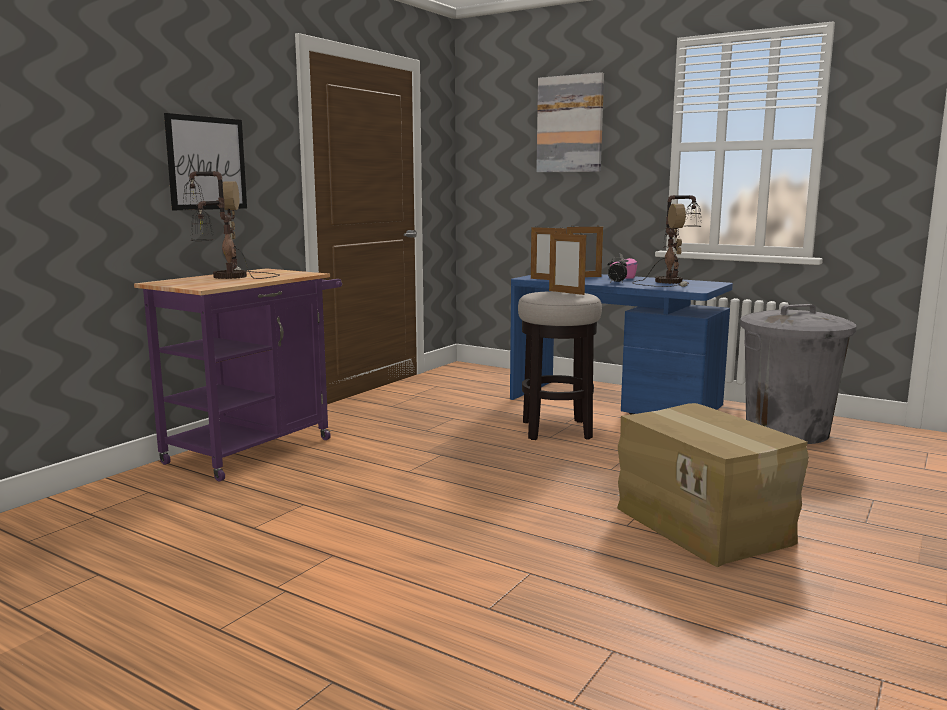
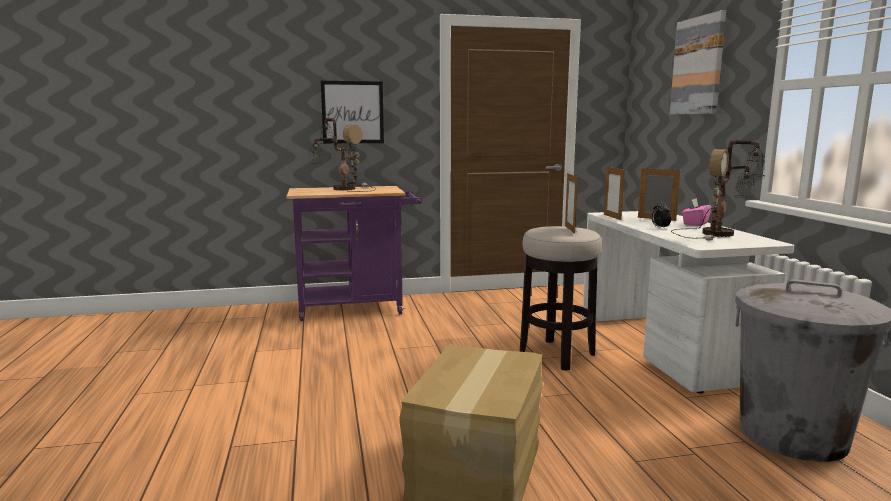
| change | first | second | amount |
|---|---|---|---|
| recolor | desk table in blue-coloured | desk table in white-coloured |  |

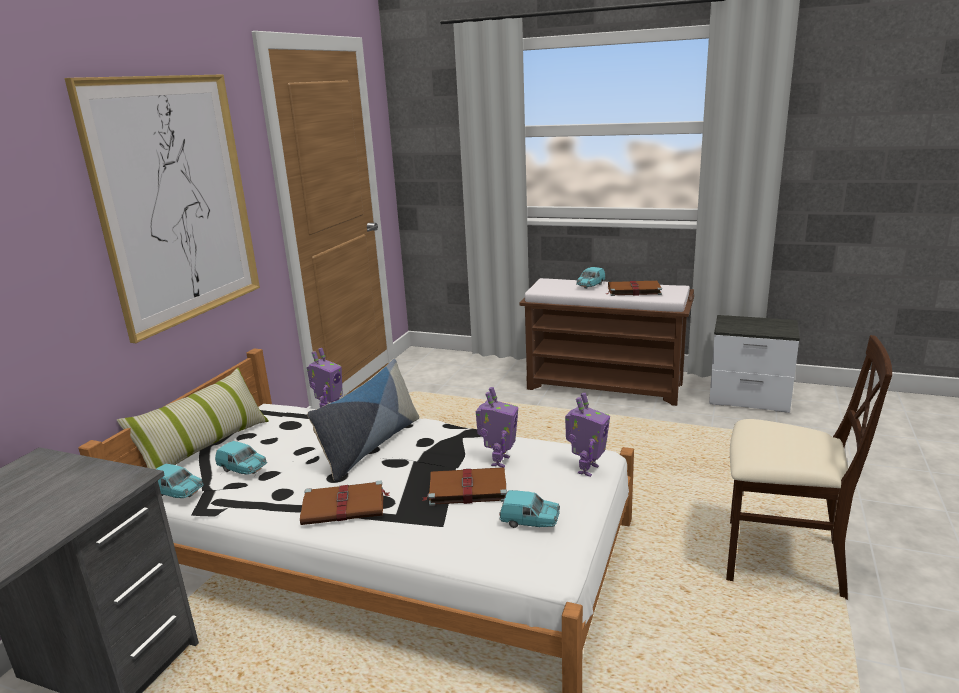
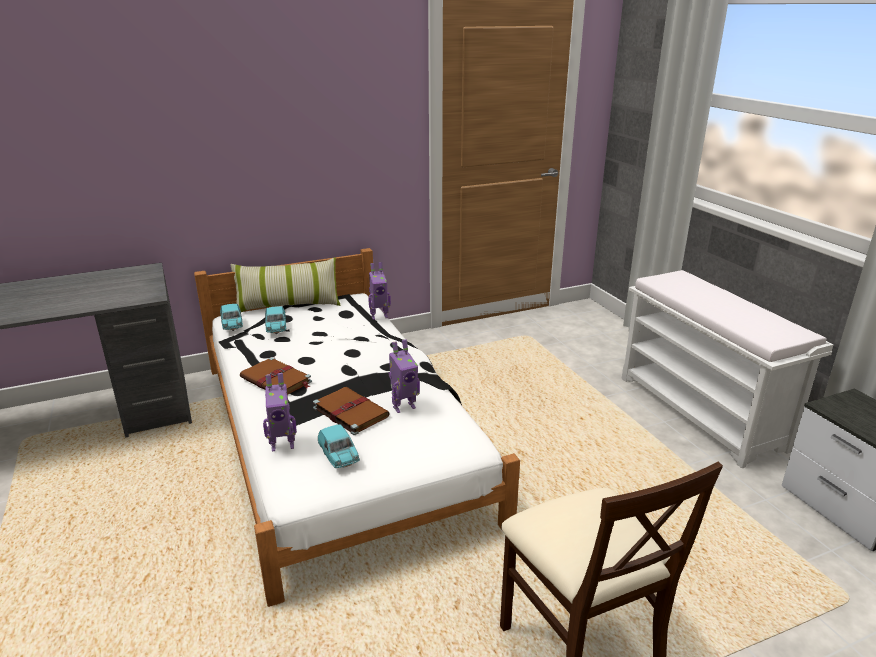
| change | first | second | amount |
|---|---|---|---|
| move | toy robot (3rd from left in the first image) | toy robot (1st from left) |  |
| recolor | long seat in brownish | long seat in white-coloured |  |
| delete | picture |  |  |
| delete | pillow (2nd from left) |  |  |
| delete | miniature car in turquoise (4th from left) |  |  |
| delete | bound book in brownish (3rd from left) |  |  |

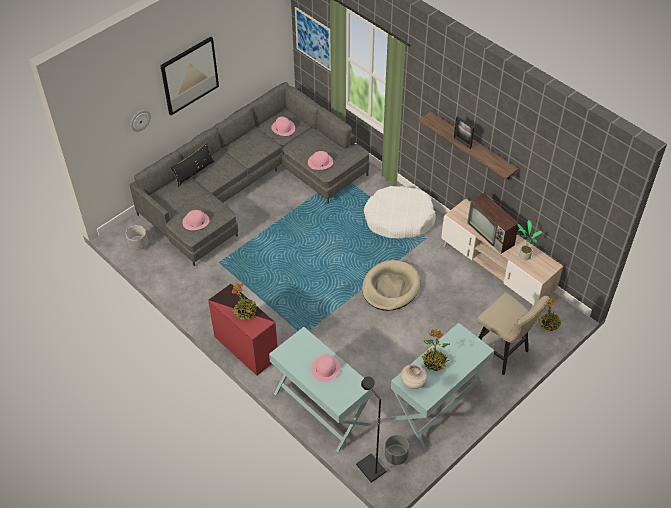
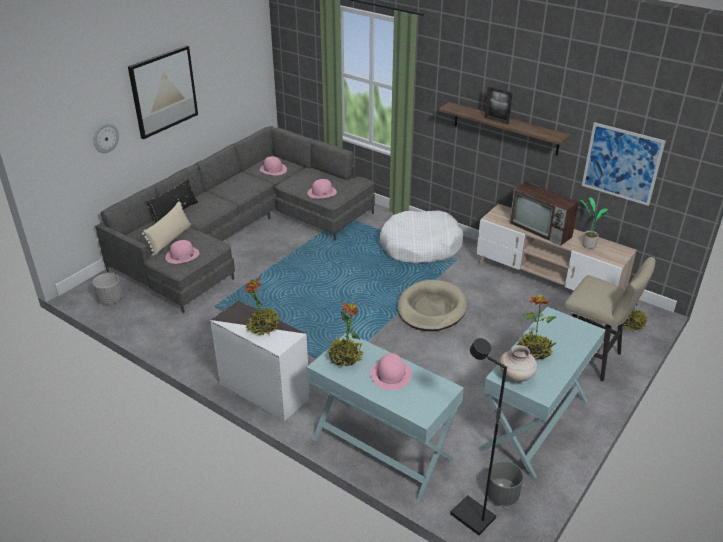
| change | first | second | amount |
|---|---|---|---|
| insert |  | pillow in beige-coloured |  |
| recolor | chest of drawers in red | chest of drawers in white-coloured |  |
| insert |  | potted plant (2nd from left) |  |
| move | picture (2nd from left) |  |  |

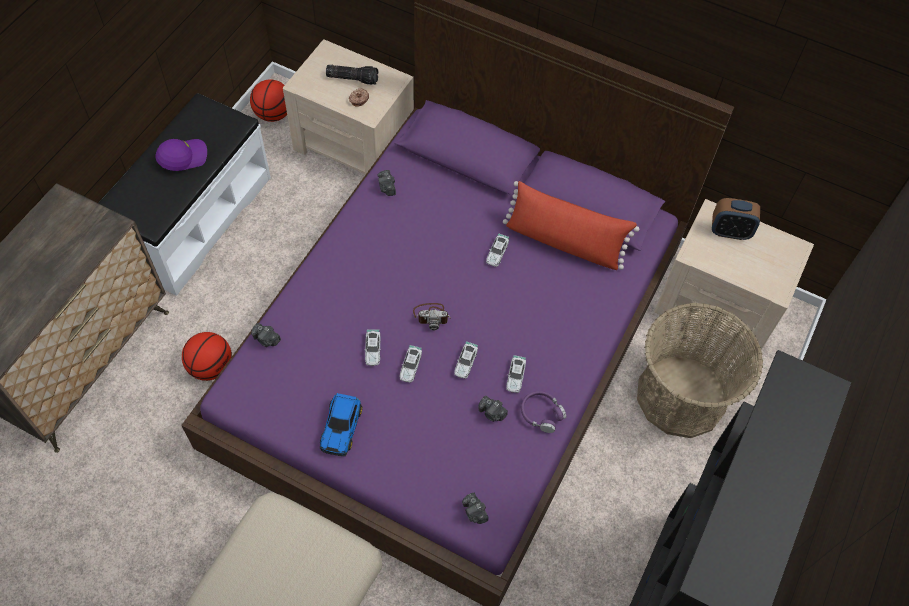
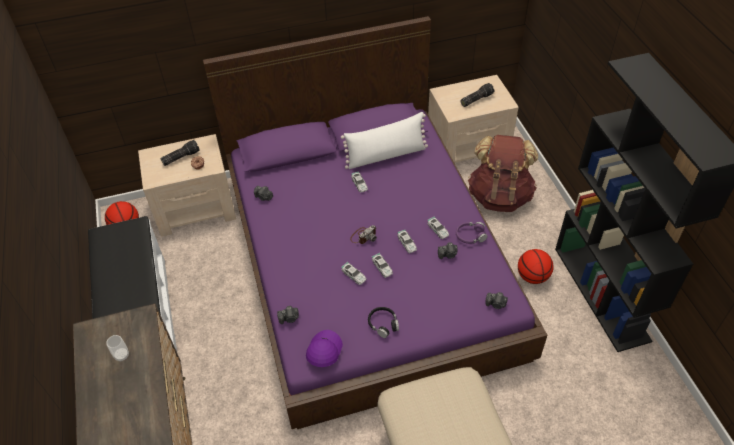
| change | first | second | amount |
|---|---|---|---|
| insert |  | drinking cup |  |
| move | cap in purplish |  |  |
| recolor | pillow in red | pillow in white-coloured |  |
| replace | miniature car (1st from left) | headphones in black-coloured |  |
| insert |  | torch (2nd from left) |  |
| replace | basket | backpack in brownish |  |
| move | basketball (1st from left in the first image) | basketball (2nd from left) |  |
| delete | bedside clock |  |  |

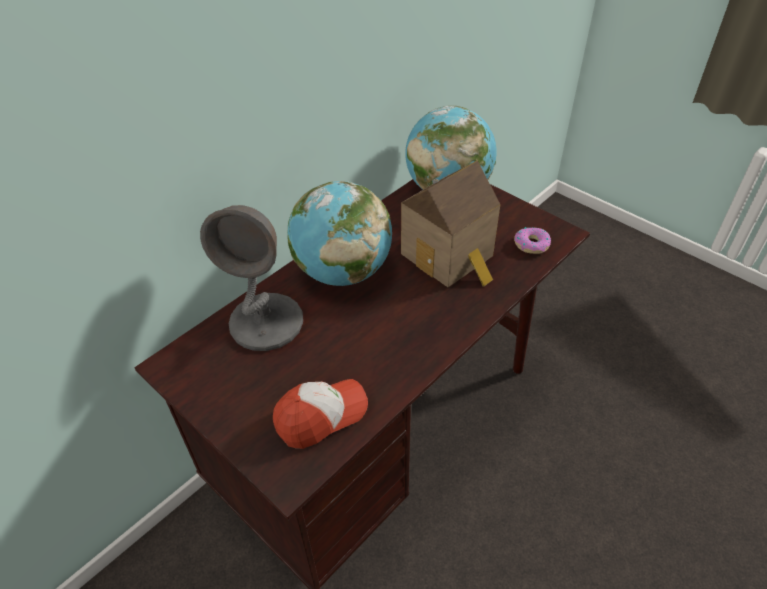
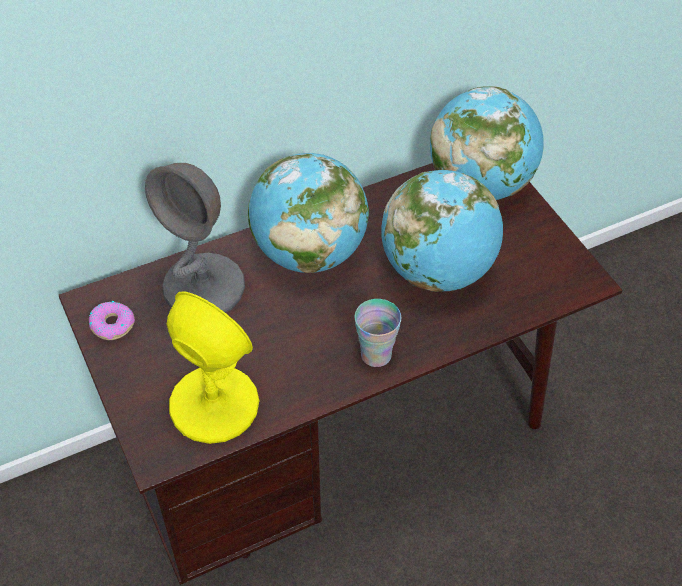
| change | first | second | amount |
|---|---|---|---|
| move | donut |  |  |
| replace | cap | tabletop lamp in yellow |  |
| insert |  | drinking cup |  |
| replace | toy house | desk globe (2nd from left) |  |

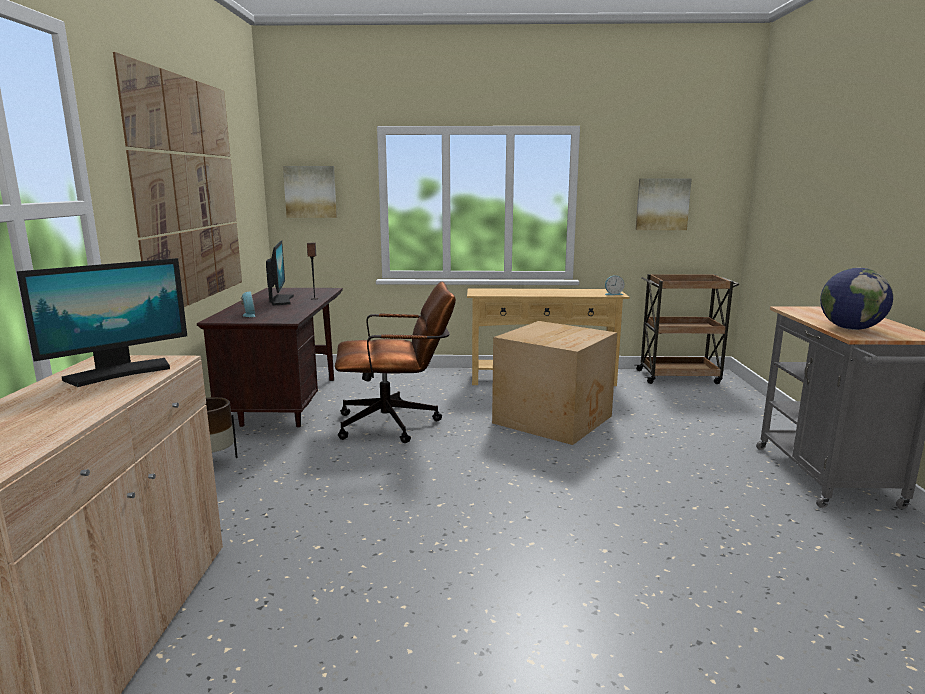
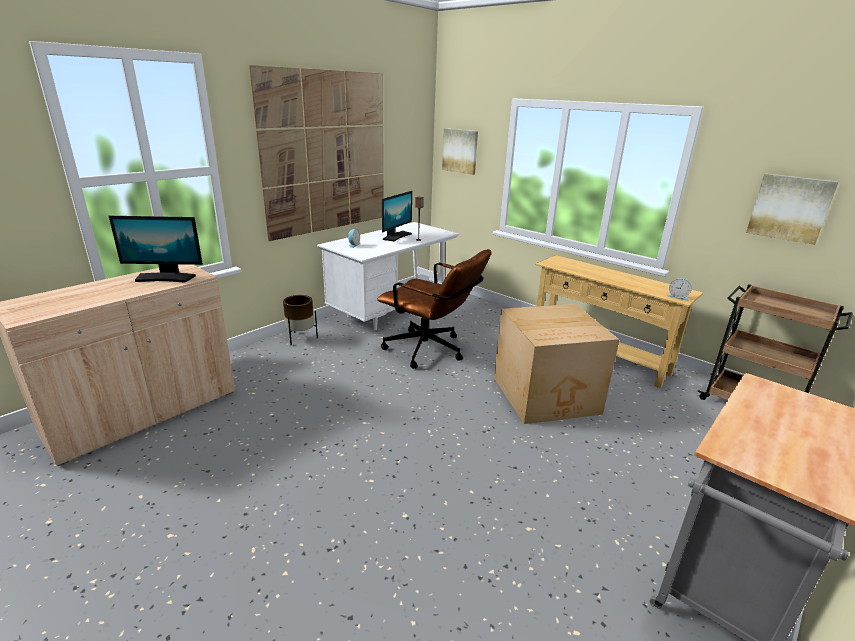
| change | first | second | amount |
|---|---|---|---|
| recolor | desk table in brownish | desk table in white-coloured |  |
| delete | desk globe |  |  |

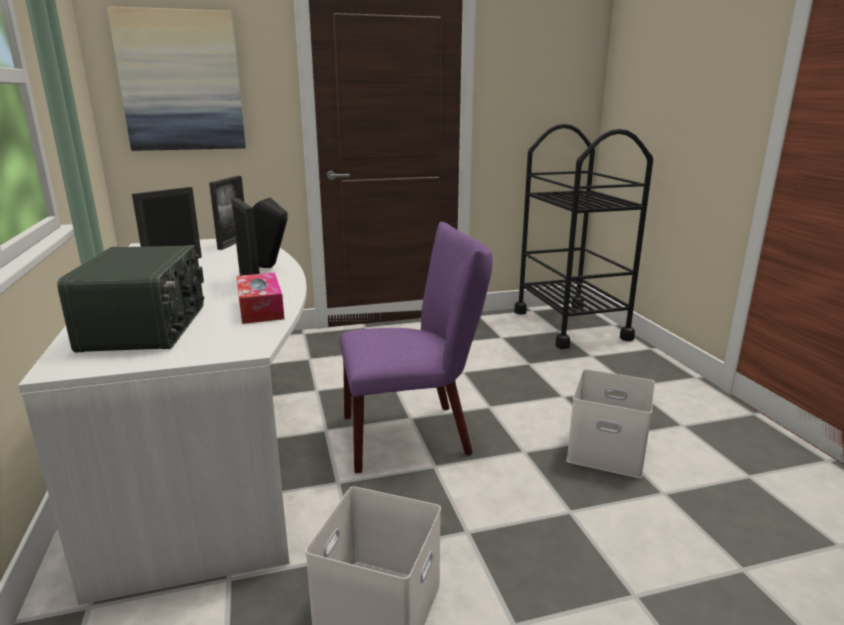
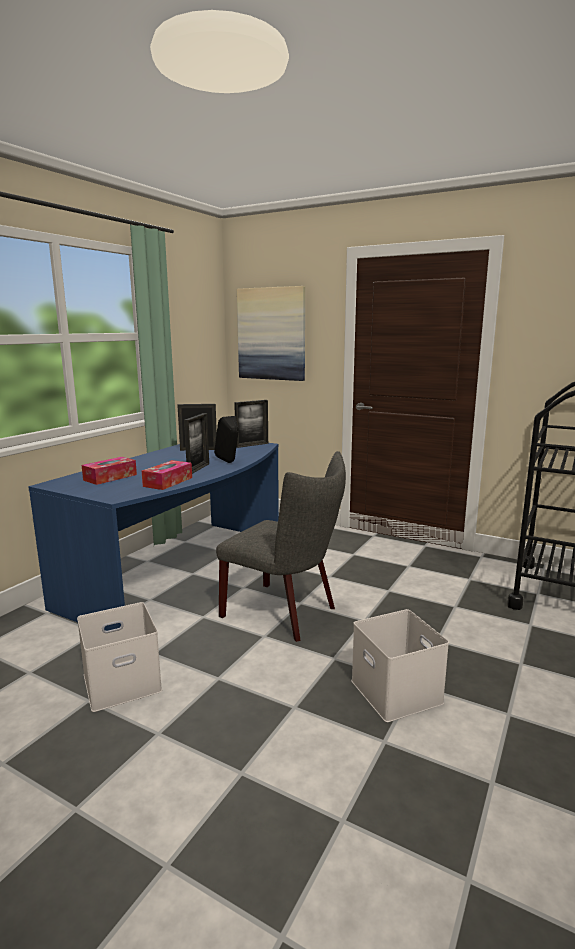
| change | first | second | amount |
|---|---|---|---|
| recolor | desk table in white-coloured | desk table in blue-coloured |  |
| replace | radio | tissue box (1st from left) |  |
| recolor | upright chair in purplish | upright chair in gray |  |

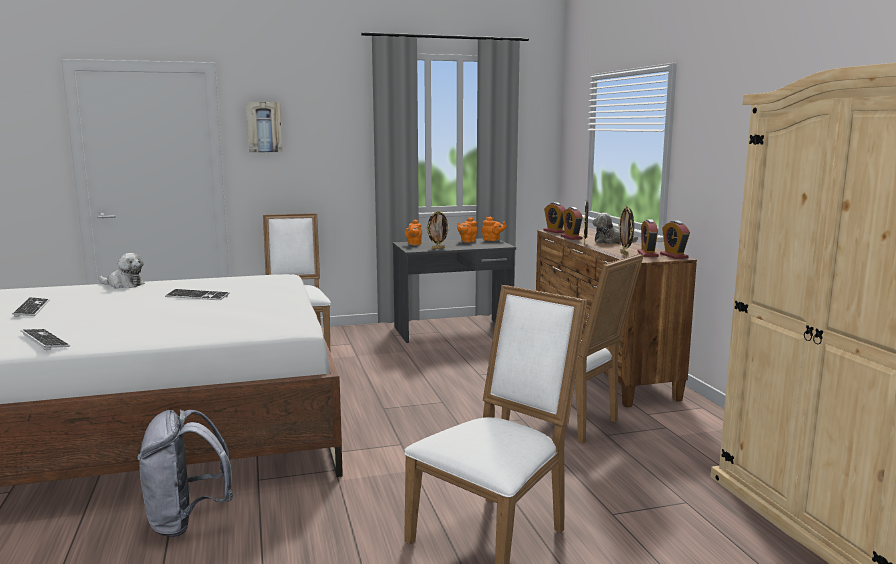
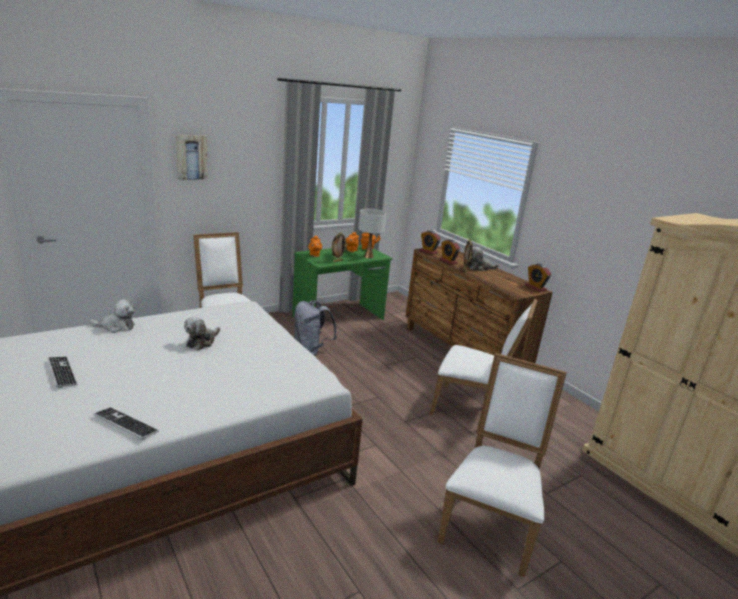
| change | first | second | amount |
|---|---|---|---|
| replace | PC keyboard (3rd from left) | soft toy (2nd from left) |  |
| recolor | desk table in gray | desk table in green-coloured |  |
| move | backpack in gray |  |  |
| insert |  | tabletop lamp in white-coloured |  |
| delete | standing frame (3rd from left) |  |  |
| delete | bedside clock (3rd from left) |  |  |

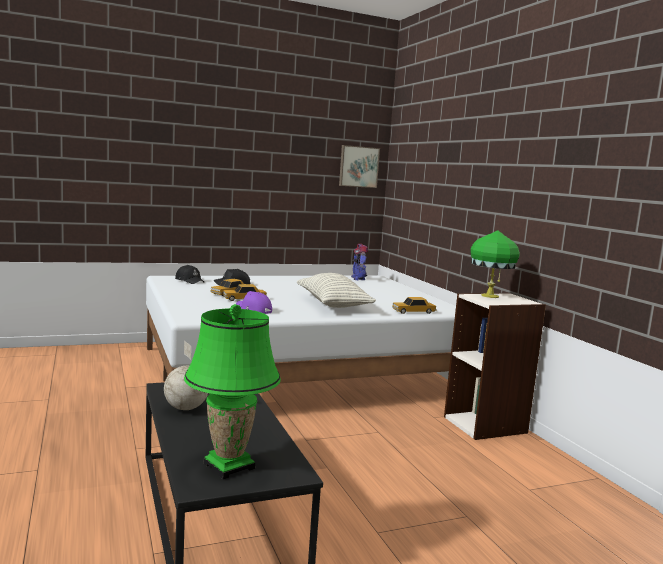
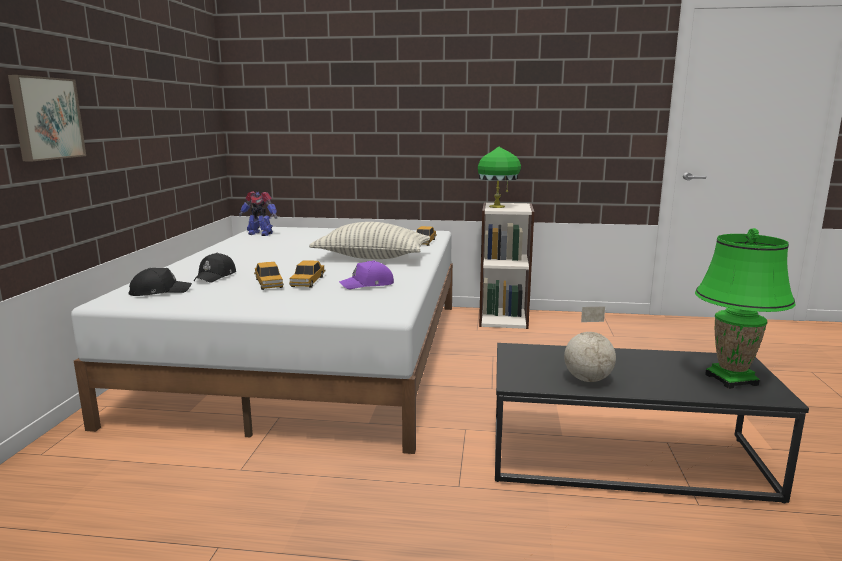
| change | first | second | amount |
|---|---|---|---|
| move | picture |  |  |

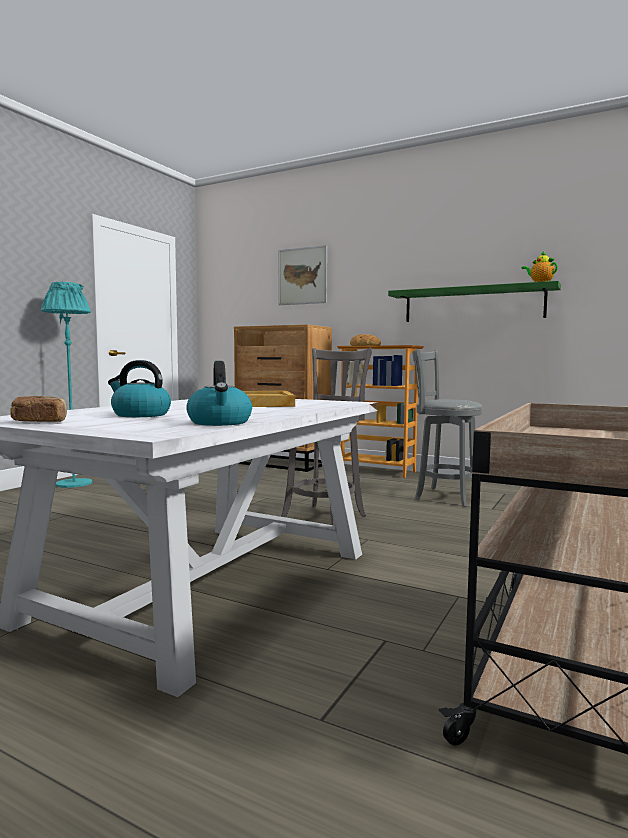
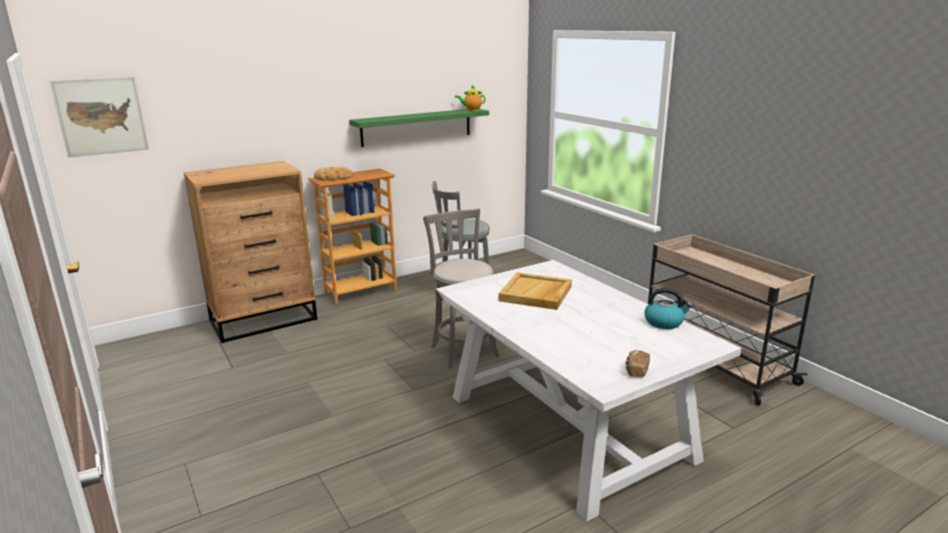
| change | first | second | amount |
|---|---|---|---|
| move | picture |  |  |
| delete | standard lamp in turquoise |  |  |
| delete | tea kettle (1st from left) |  |  |

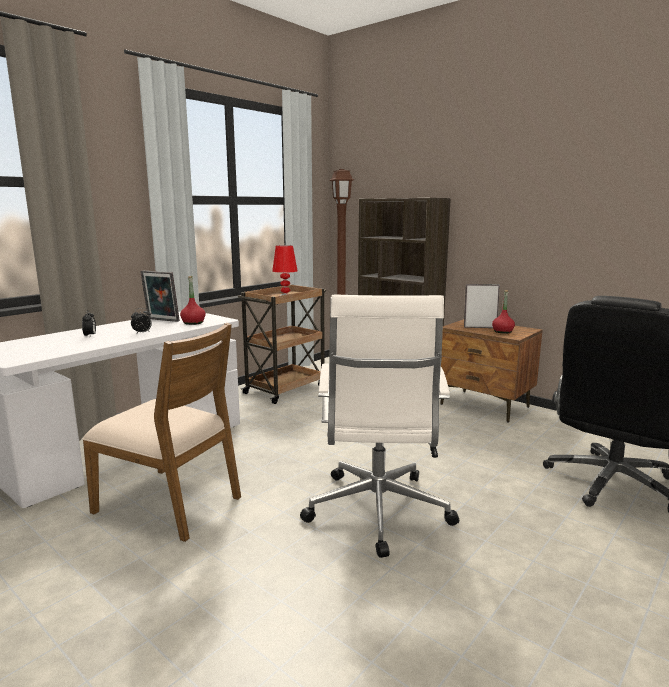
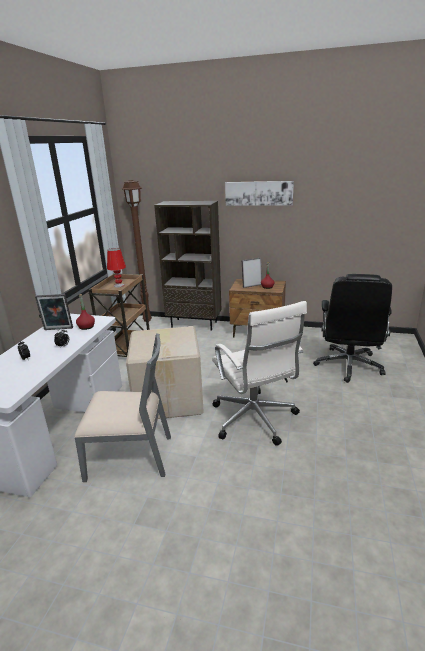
| change | first | second | amount |
|---|---|---|---|
| recolor | upright chair in brownish | upright chair in gray |  |
| insert |  | cardboard box |  |
| insert |  | picture |  |

